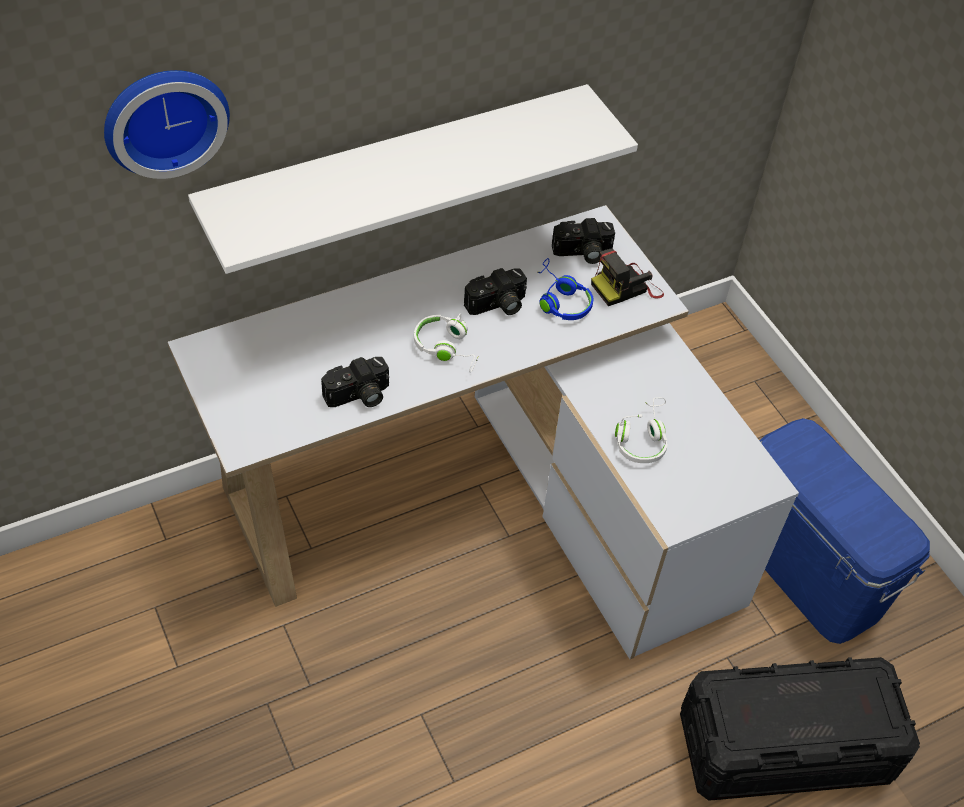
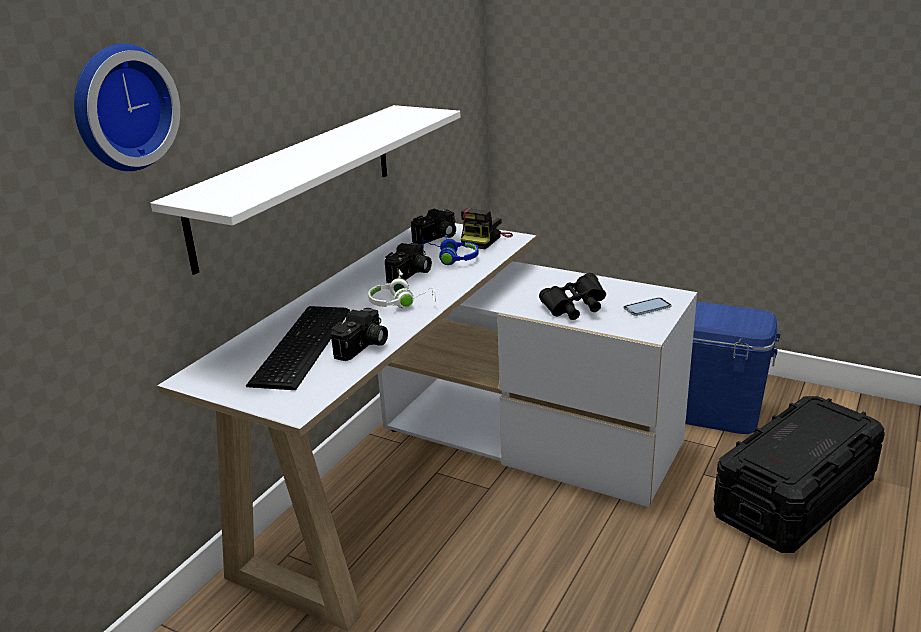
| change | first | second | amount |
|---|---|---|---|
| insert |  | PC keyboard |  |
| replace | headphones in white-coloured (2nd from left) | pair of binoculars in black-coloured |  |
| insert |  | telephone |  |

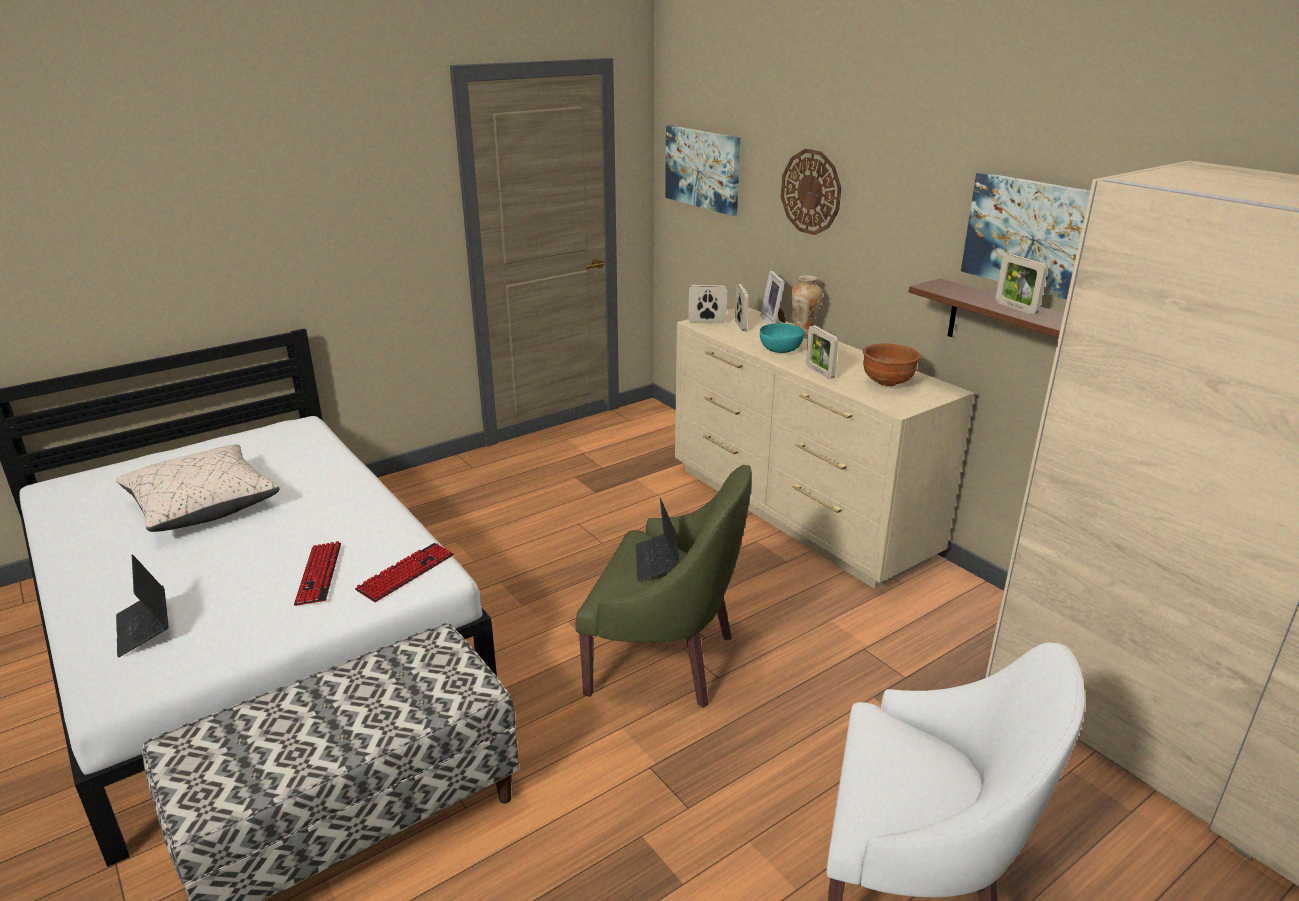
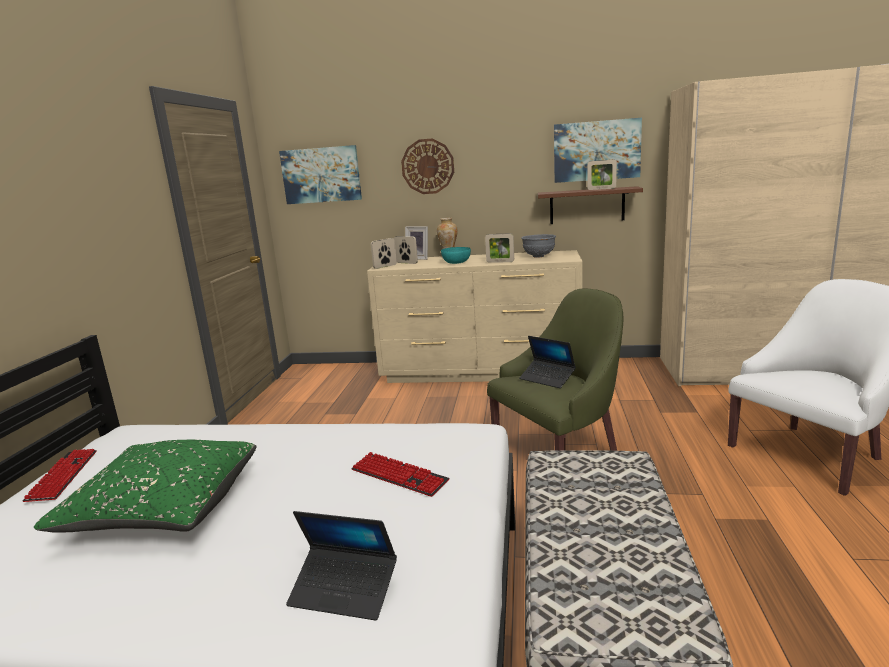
| change | first | second | amount |
|---|---|---|---|
| move | PC keyboard (2nd from left in the first image) | PC keyboard (1st from left) |  |
| recolor | pillow in beige-coloured | pillow in green-coloured |  |
| recolor | deep dish in brownish | deep dish in gray |  |

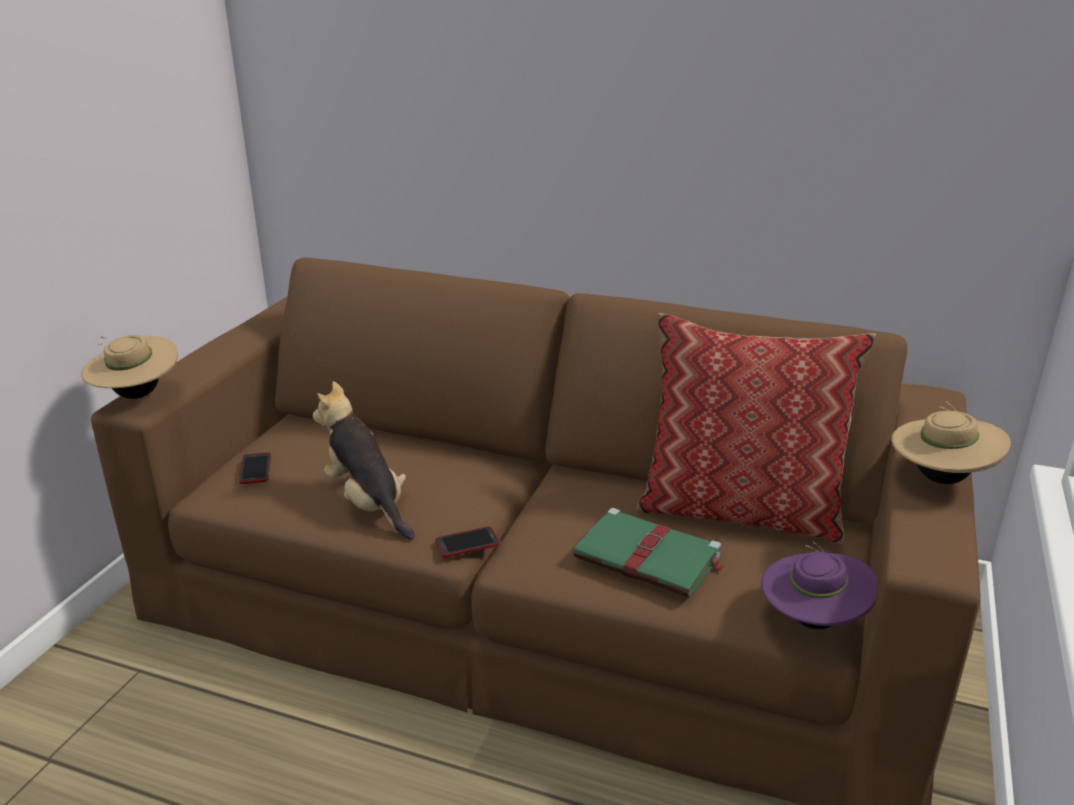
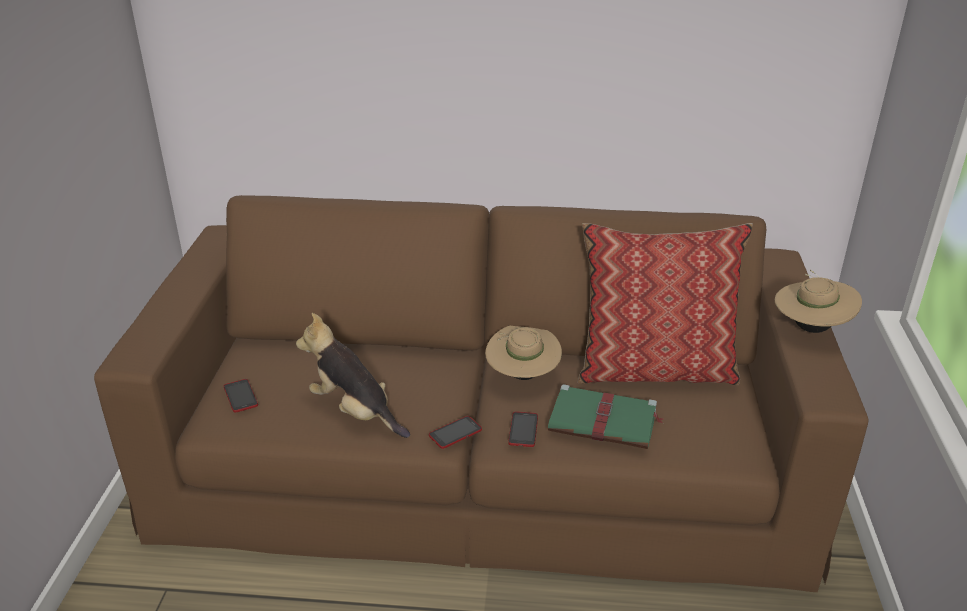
| change | first | second | amount |
|---|---|---|---|
| move | clothing hat in beige-coloured (1st from left) |  |  |
| insert |  | telephone (3rd from left) |  |
| delete | clothing hat in purplish |  |  |

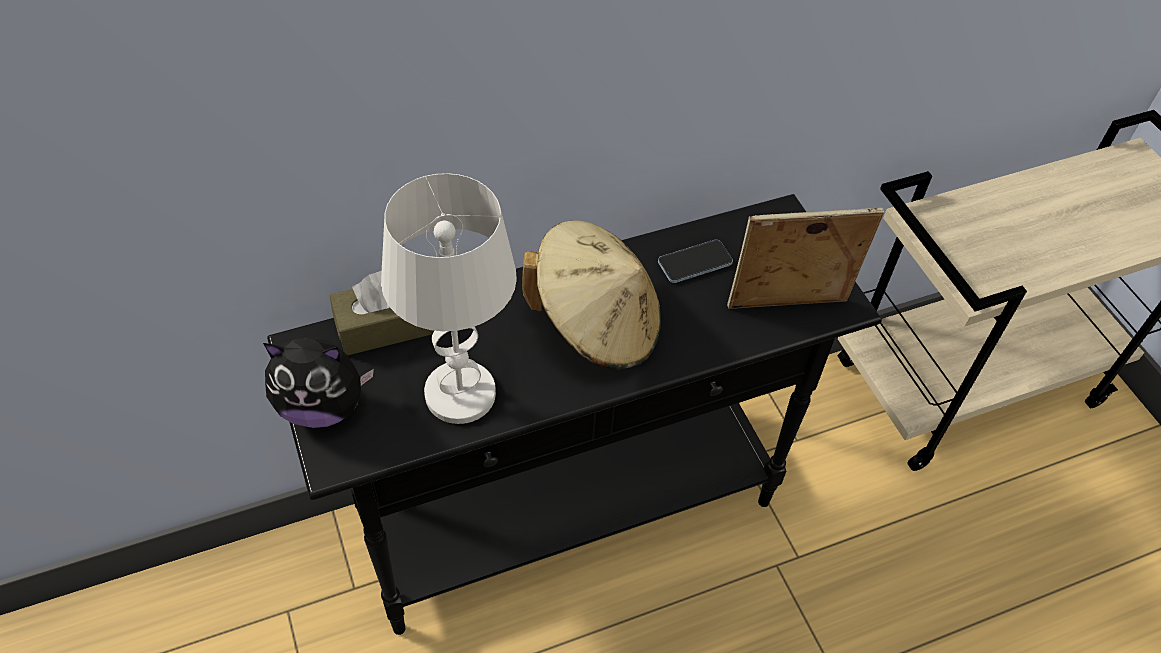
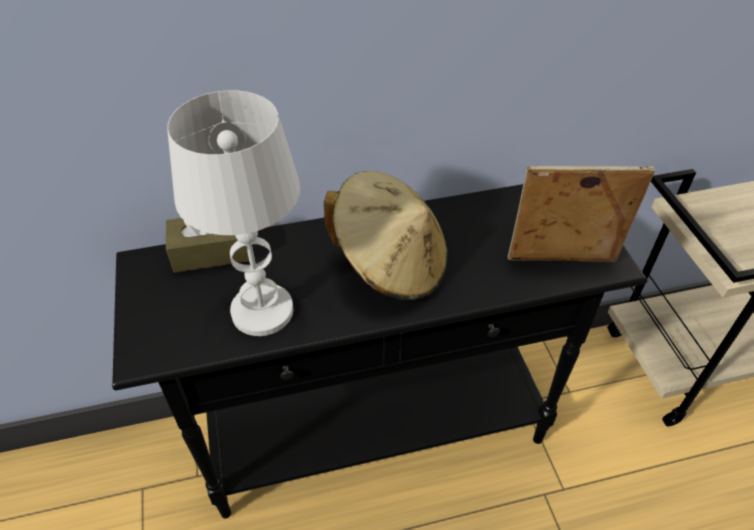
| change | first | second | amount |
|---|---|---|---|
| delete | soft toy |  |  |
| delete | telephone |  |  |

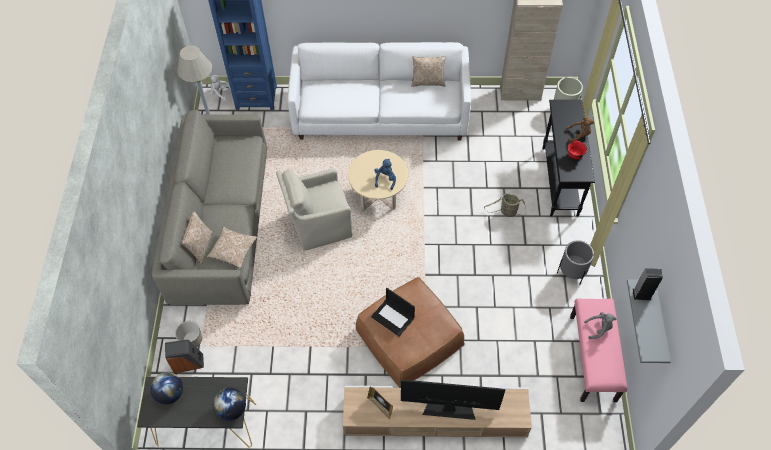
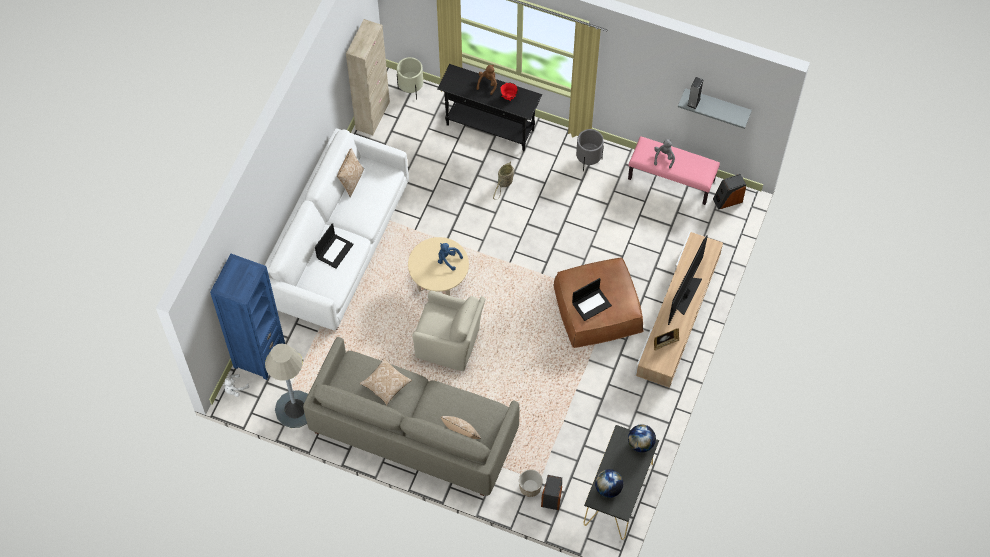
| change | first | second | amount |
|---|---|---|---|
| insert |  | portable computer (1st from left) |  |
| move | pillow (2nd from left) |  |  |
| rotate | lounge chair in beige-coloured |  | 75 degrees counterclockwise |
| insert |  | audio speaker (3rd from left) |  |

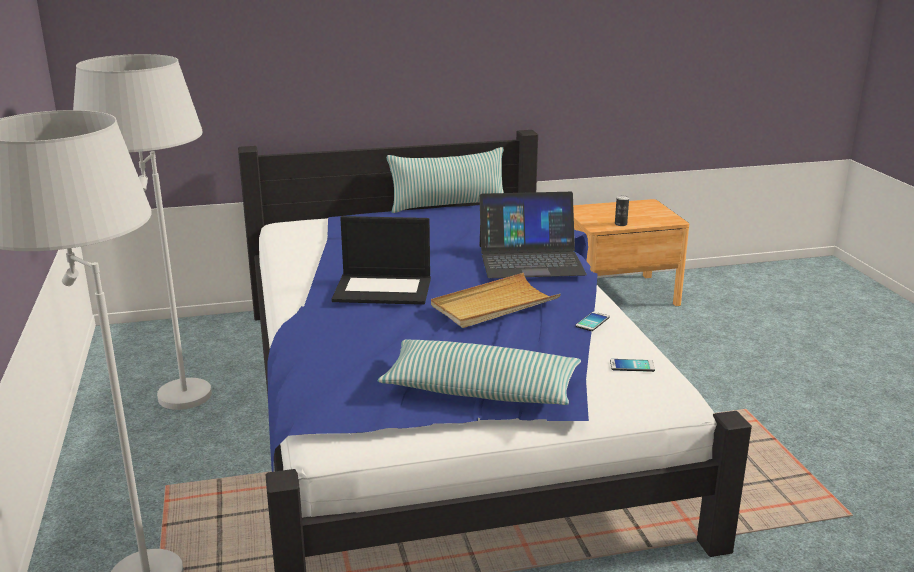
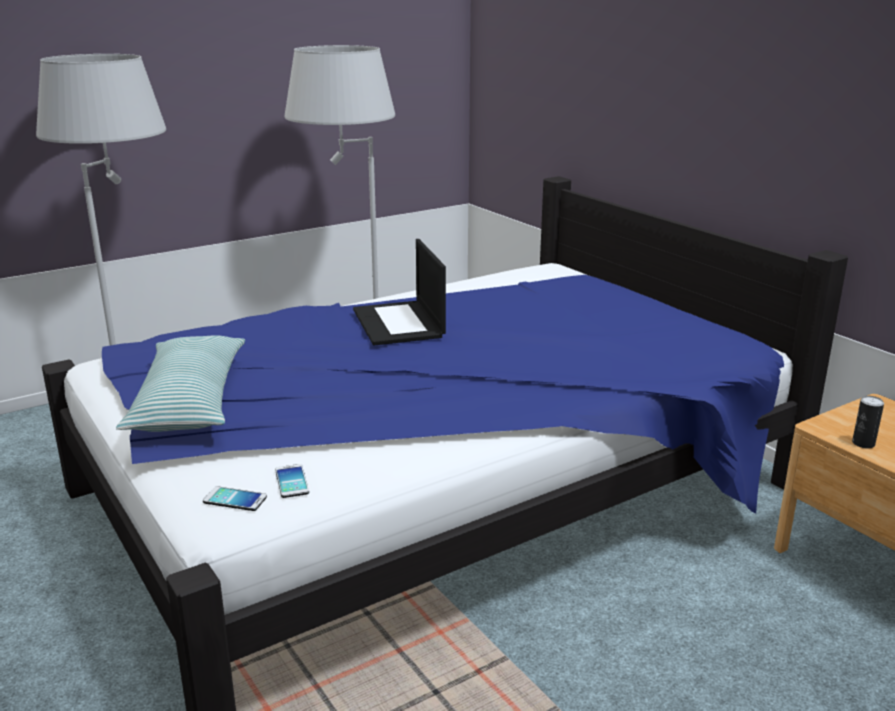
| change | first | second | amount |
|---|---|---|---|
| move | telephone (1st from left) |  |  |
| delete | pillow (1st from left) |  |  |
| delete | serving tray in beige-coloured |  |  |
| delete | portable computer (2nd from left) |  |  |

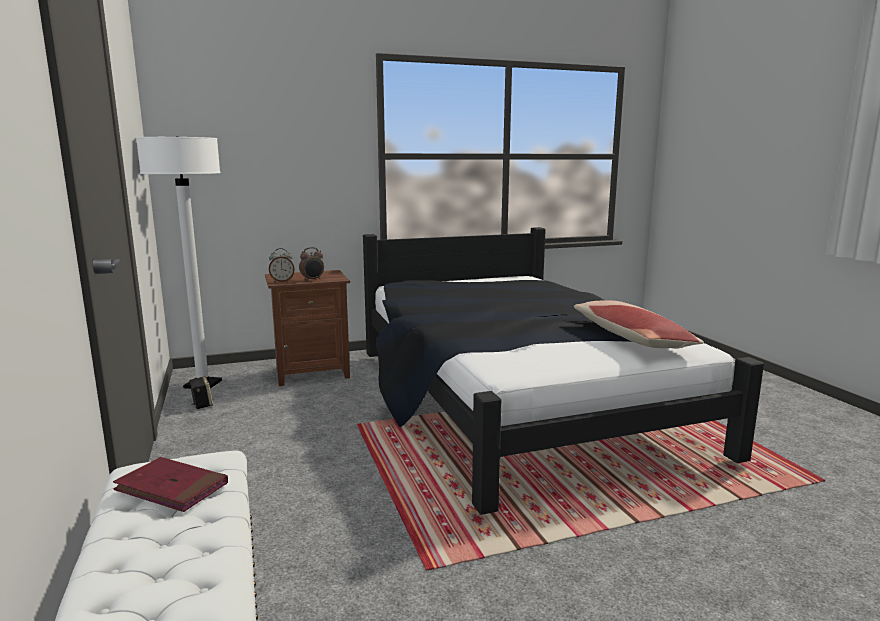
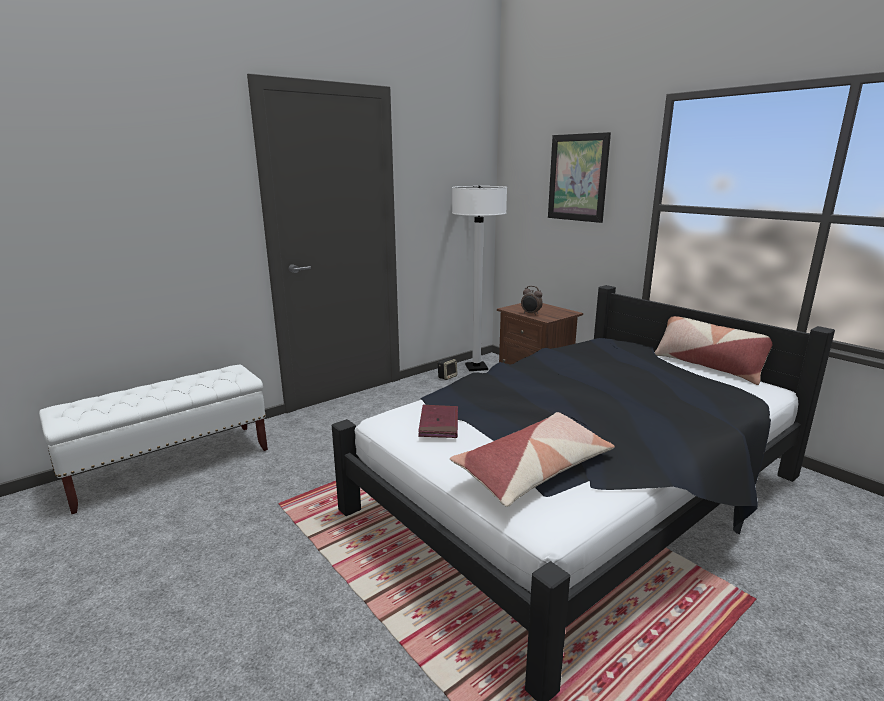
| change | first | second | amount |
|---|---|---|---|
| move | bound book in red |  |  |
| insert |  | picture |  |
| insert |  | pillow (2nd from left) |  |
| delete | bedside clock (1st from left) |  |  |

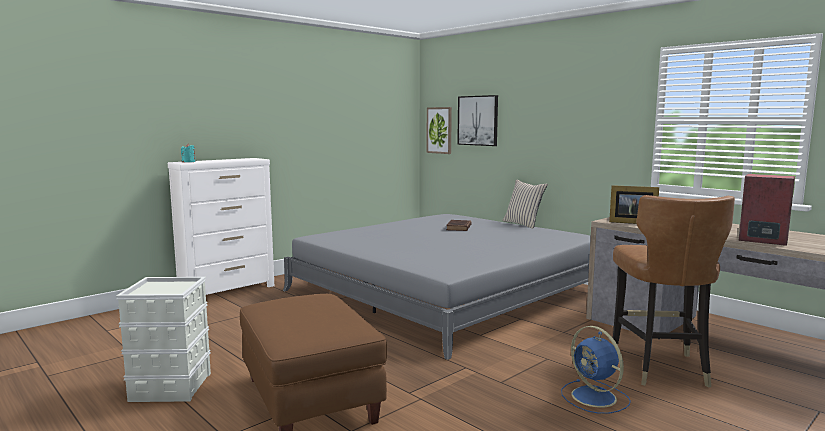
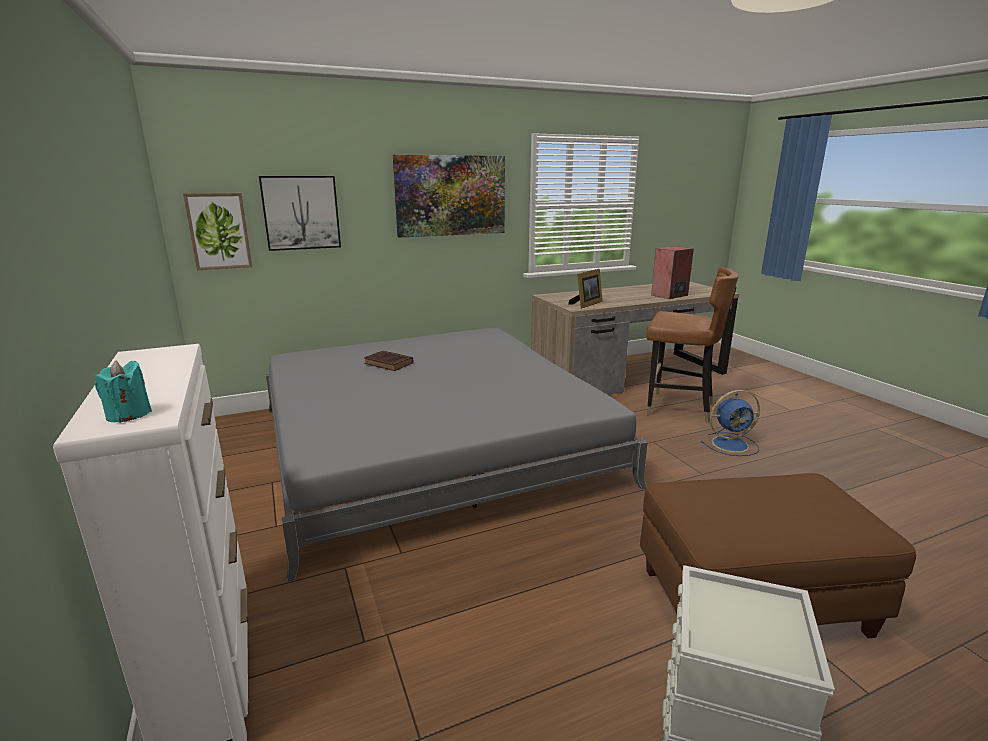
| change | first | second | amount |
|---|---|---|---|
| insert |  | picture (3rd from left) |  |
| delete | pillow in beige-coloured |  |  |

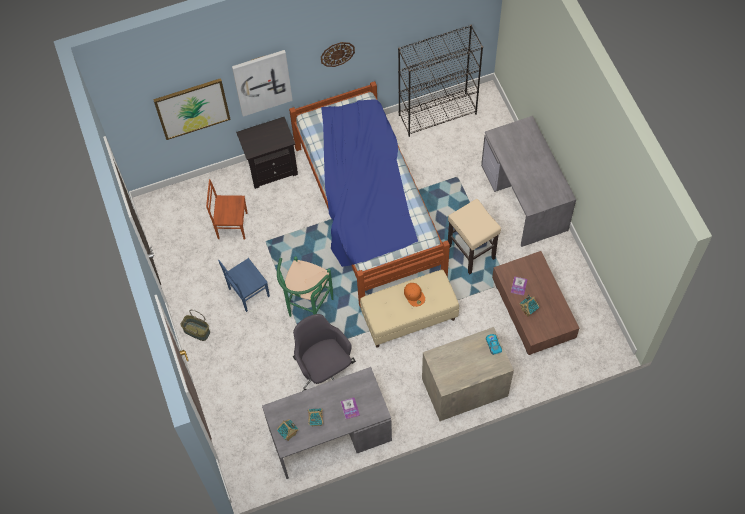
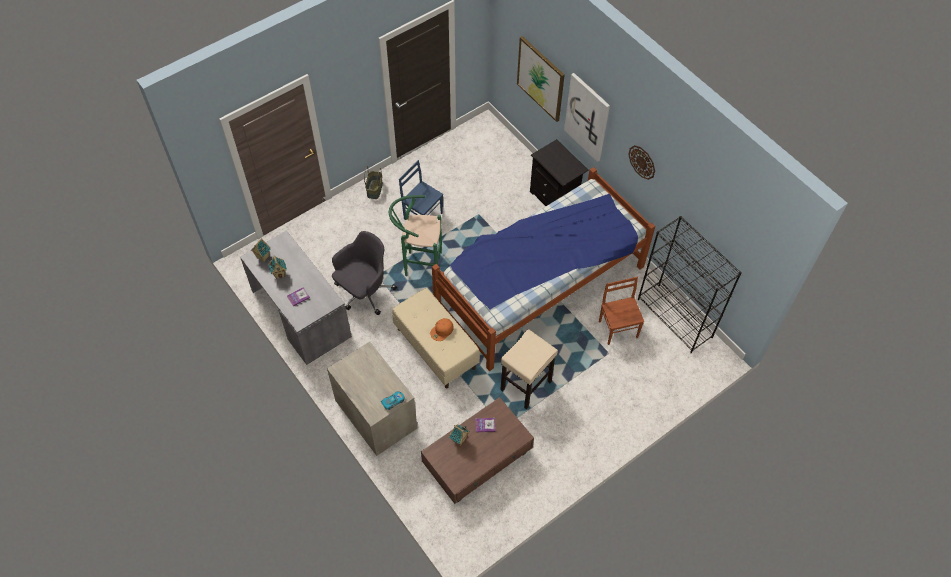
| change | first | second | amount |
|---|---|---|---|
| move | upright chair in brownish |  |  |
| delete | desk table in gray (2nd from left) |  |  |

